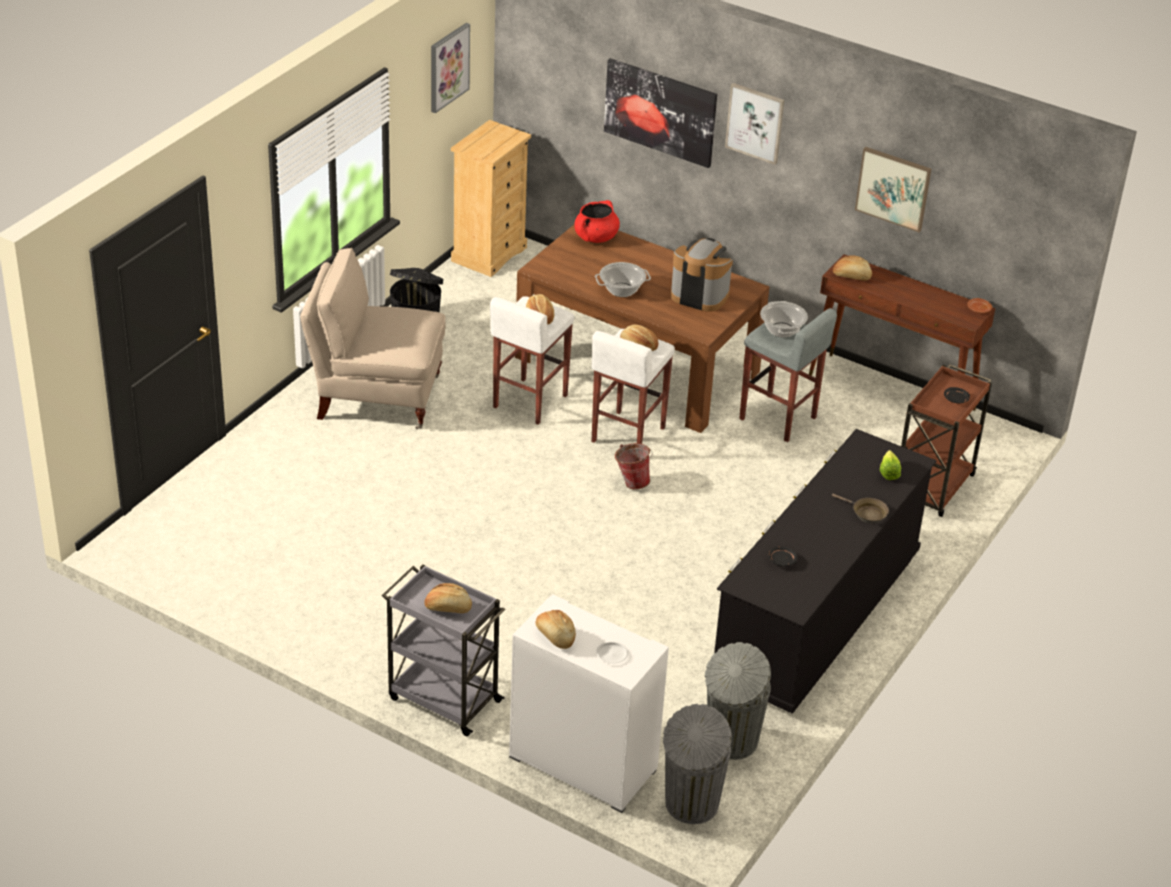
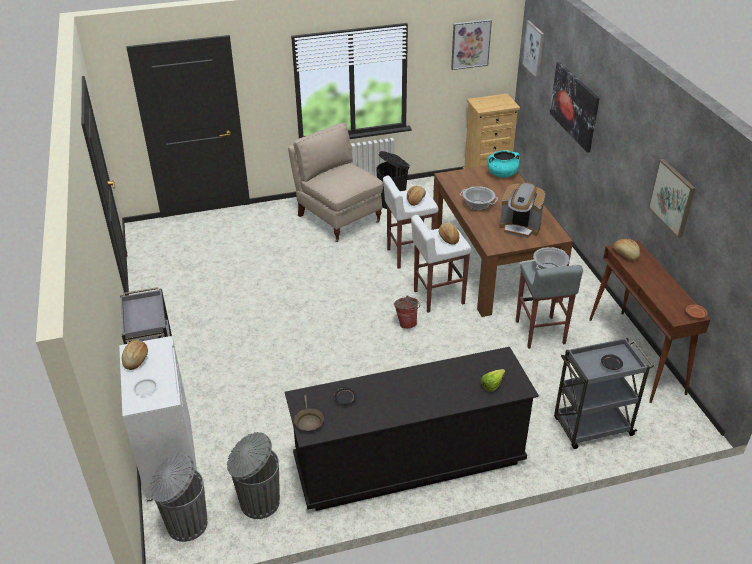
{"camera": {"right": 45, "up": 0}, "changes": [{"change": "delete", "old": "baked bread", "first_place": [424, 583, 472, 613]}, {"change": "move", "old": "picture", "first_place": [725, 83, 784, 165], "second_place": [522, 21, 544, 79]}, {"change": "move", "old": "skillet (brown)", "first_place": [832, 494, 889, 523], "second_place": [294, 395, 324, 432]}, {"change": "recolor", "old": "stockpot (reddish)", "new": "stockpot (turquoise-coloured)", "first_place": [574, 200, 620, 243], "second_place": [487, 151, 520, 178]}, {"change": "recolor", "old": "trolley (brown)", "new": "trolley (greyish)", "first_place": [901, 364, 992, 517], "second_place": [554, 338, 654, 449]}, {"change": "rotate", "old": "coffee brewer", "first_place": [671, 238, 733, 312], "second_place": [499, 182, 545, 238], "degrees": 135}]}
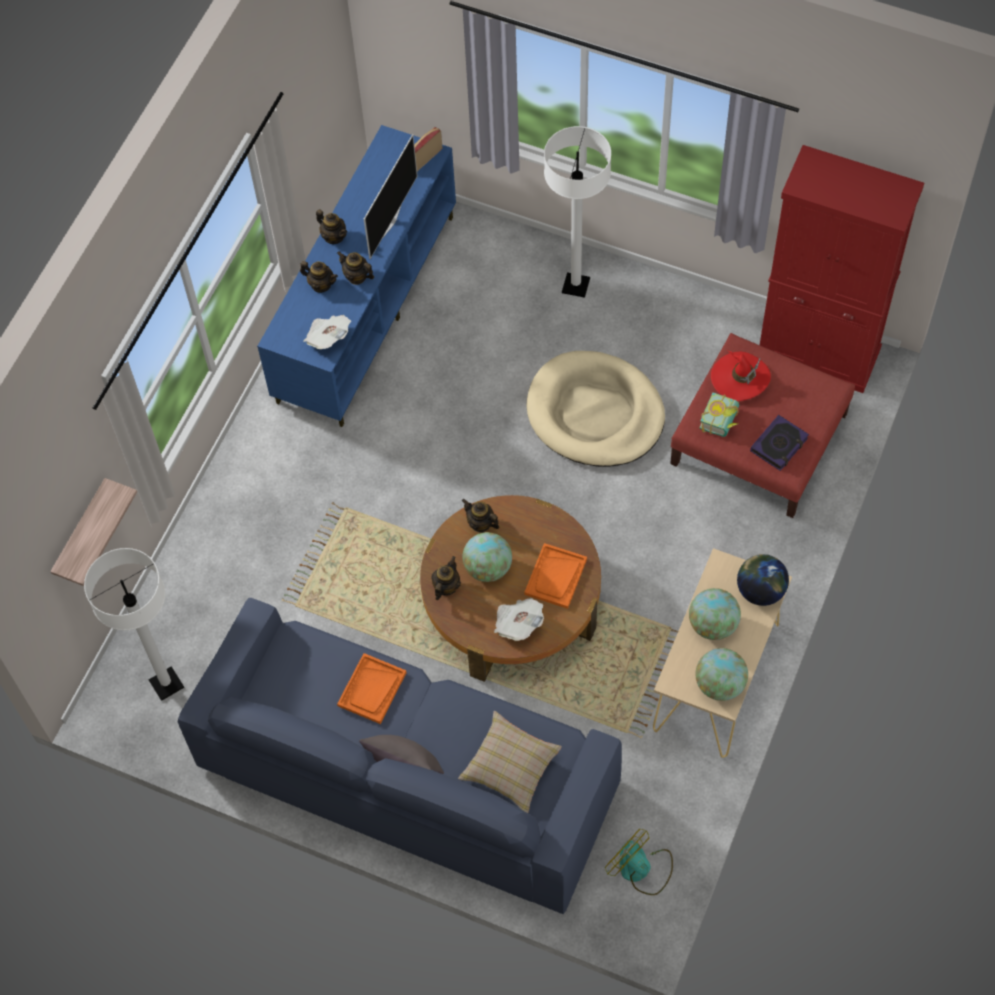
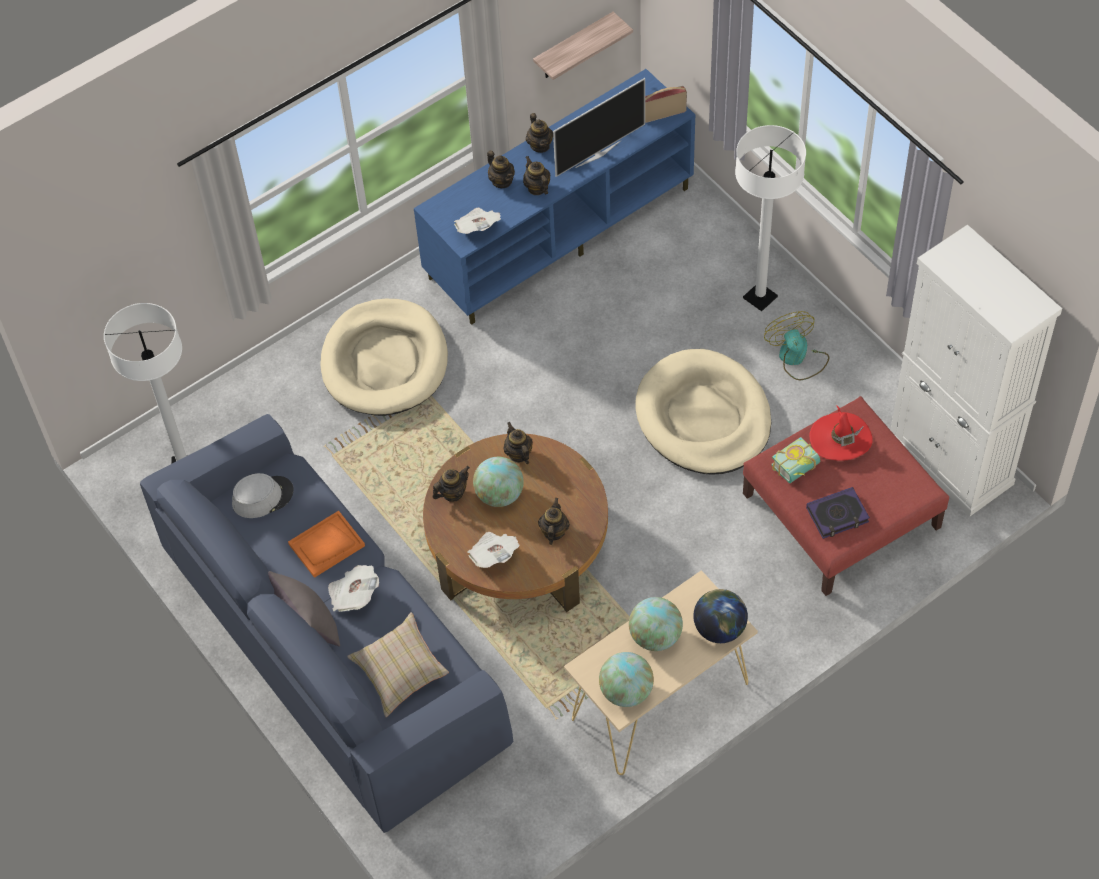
{"camera": {"right": 30, "up": -5}, "changes": [{"change": "insert", "new": "wearable hat (greyish)", "second_place": [232, 473, 294, 518]}, {"change": "insert", "new": "dog cushion (beige-coloured)", "second_place": [320, 299, 448, 416]}, {"change": "insert", "new": "daily paper", "second_place": [328, 565, 379, 612]}, {"change": "move", "old": "shelf", "first_place": [50, 478, 137, 586], "second_place": [533, 12, 633, 80]}, {"change": "move", "old": "fan", "first_place": [605, 829, 673, 895], "second_place": [764, 311, 829, 380]}, {"change": "replace", "old": "tray (orange-coloured)", "new": "pot for tea", "first_place": [524, 543, 587, 609], "second_place": [538, 498, 570, 545]}, {"change": "recolor", "old": "cabinet (reddish)", "new": "cabinet (white)", "first_place": [760, 145, 924, 393], "second_place": [890, 224, 1062, 516]}]}
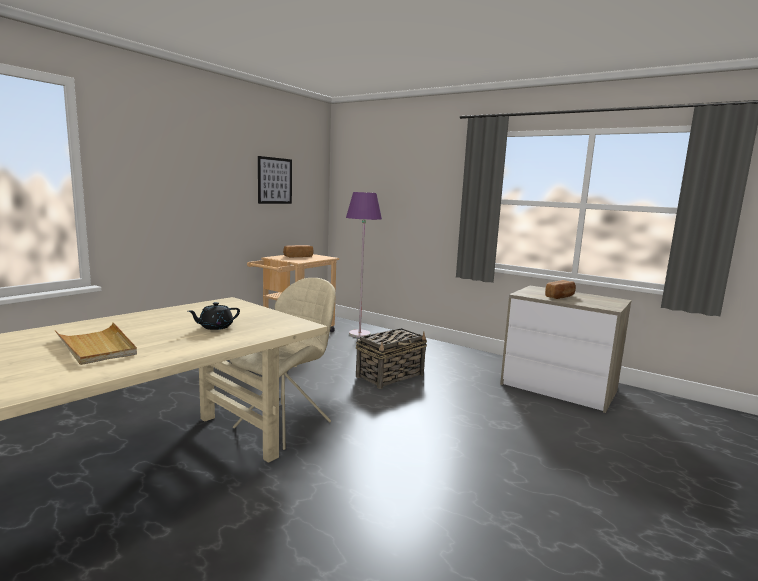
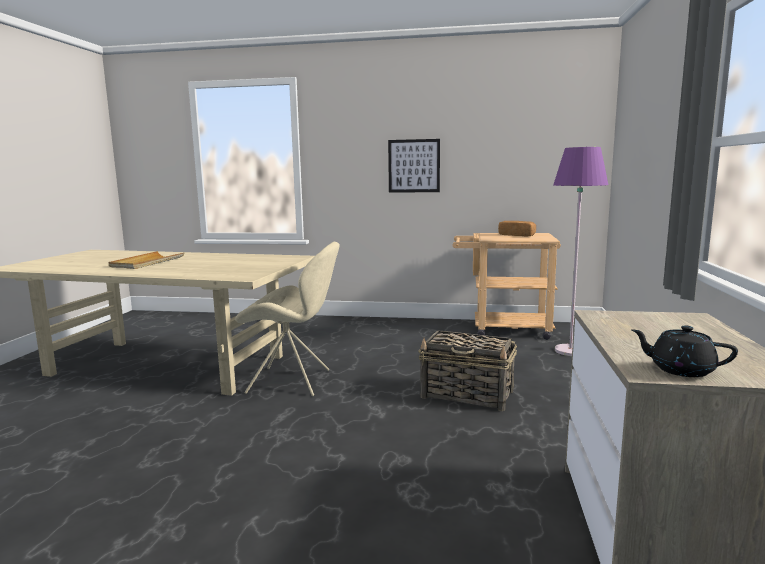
{"camera": {"right": 65, "up": 0}, "changes": [{"change": "delete", "old": "baked bread", "first_place": [545, 280, 576, 299]}, {"change": "move", "old": "pot for tea (black)", "first_place": [188, 302, 240, 330], "second_place": [631, 326, 738, 377]}, {"change": "move", "old": "picture", "first_place": [258, 156, 292, 204], "second_place": [388, 139, 440, 193]}]}
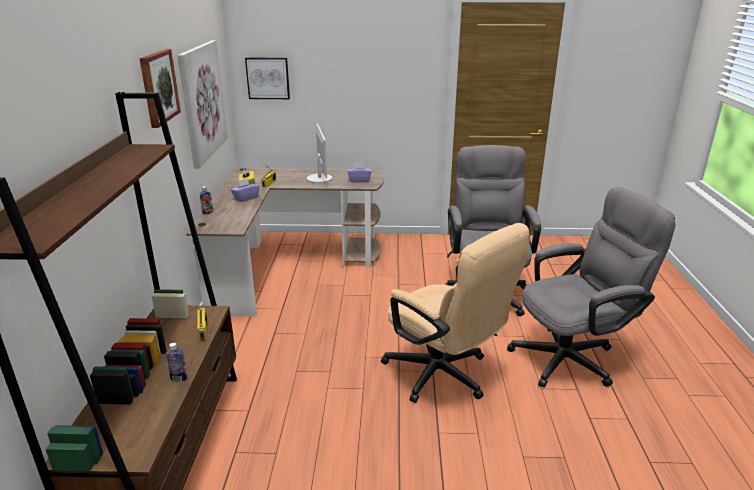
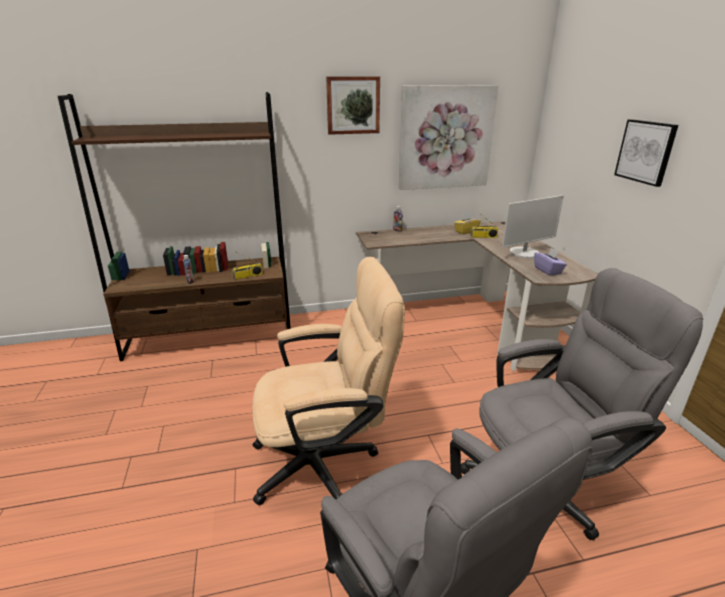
{"camera": {"right": 75, "up": 0}, "changes": [{"change": "delete", "old": "tissue box (purplish)", "first_place": [231, 178, 260, 202]}, {"change": "move", "old": "picture", "first_place": [245, 58, 290, 99], "second_place": [614, 119, 678, 187]}, {"change": "rotate", "old": "desk chair (beige-coloured)", "first_place": [381, 223, 530, 403], "second_place": [252, 257, 405, 506], "degrees": -135}]}
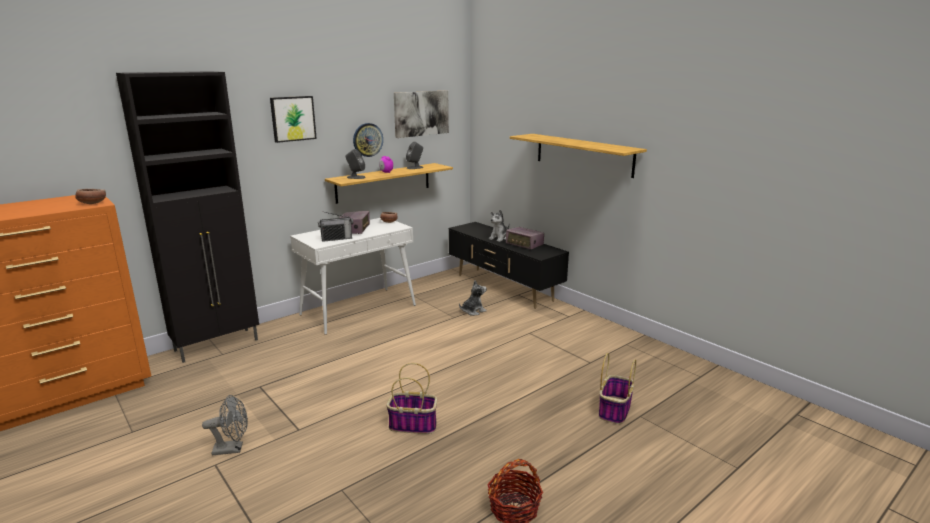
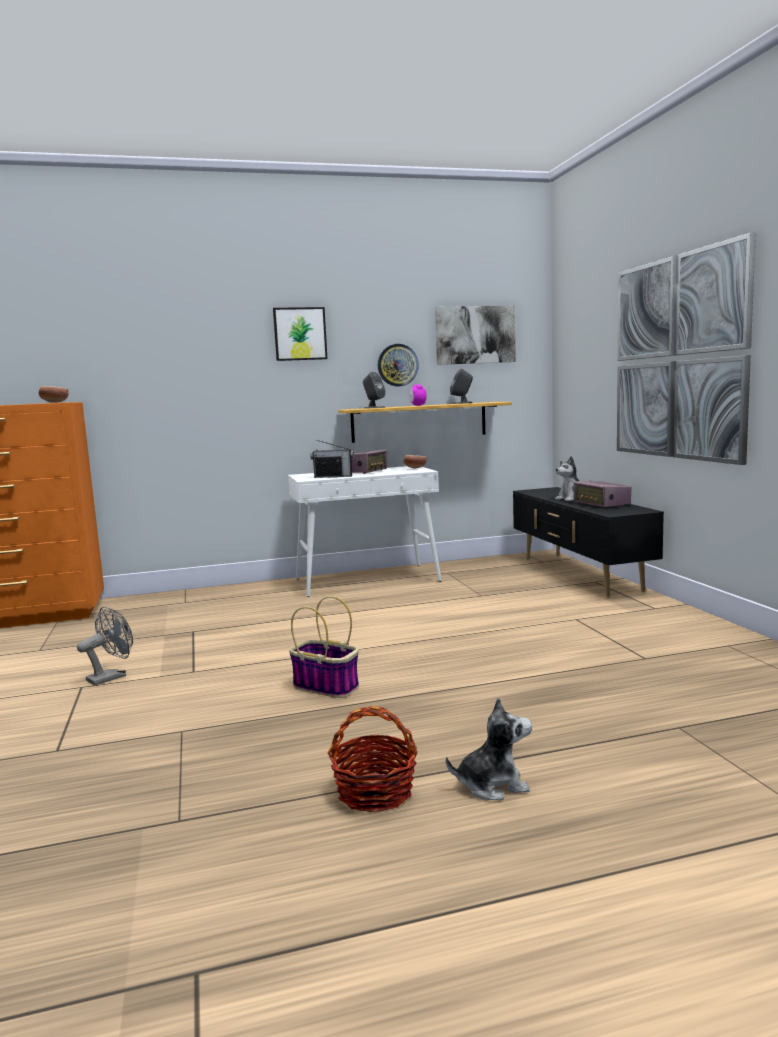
{"camera": {"right": 25, "up": -10}, "changes": [{"change": "delete", "old": "cabinet (black)", "first_place": [116, 71, 259, 363]}, {"change": "delete", "old": "basket", "first_place": [599, 353, 636, 424]}, {"change": "move", "old": "plush toy", "first_place": [459, 280, 487, 316], "second_place": [446, 697, 532, 800]}, {"change": "replace", "old": "shelf", "new": "picture", "first_place": [510, 134, 647, 178], "second_place": [617, 232, 756, 465]}, {"change": "rotate", "old": "fan (greyish)", "first_place": [202, 395, 248, 455], "second_place": [77, 607, 133, 686], "degrees": -60}]}
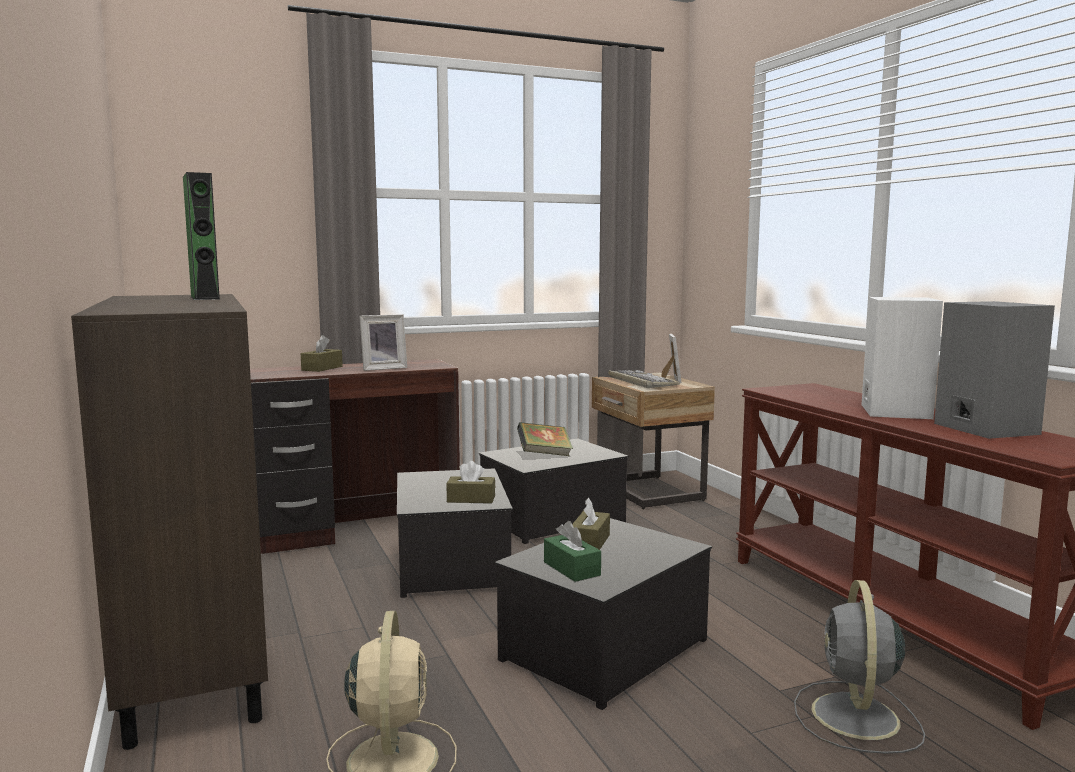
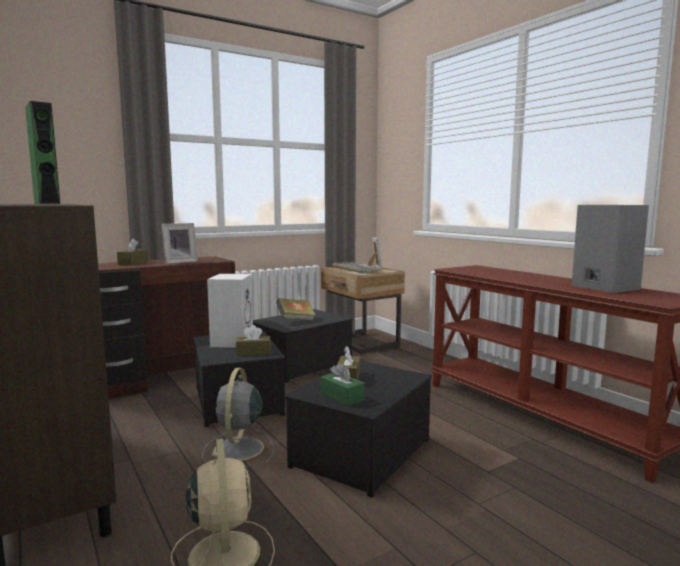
{"camera": {"right": -10, "up": 0}, "changes": [{"change": "move", "old": "fan (greyish)", "first_place": [794, 580, 925, 754], "second_place": [202, 368, 274, 467]}, {"change": "move", "old": "speaker (white)", "first_place": [861, 297, 943, 419], "second_place": [207, 274, 253, 348]}]}
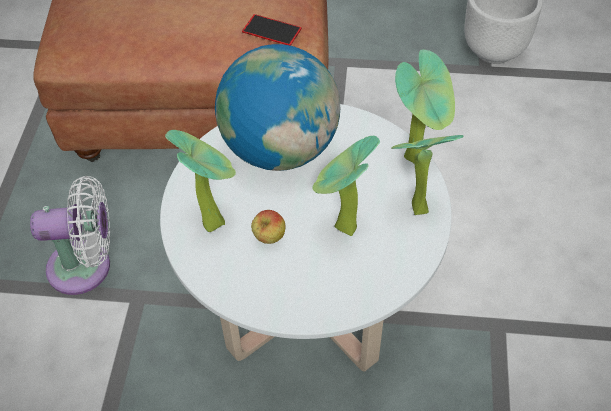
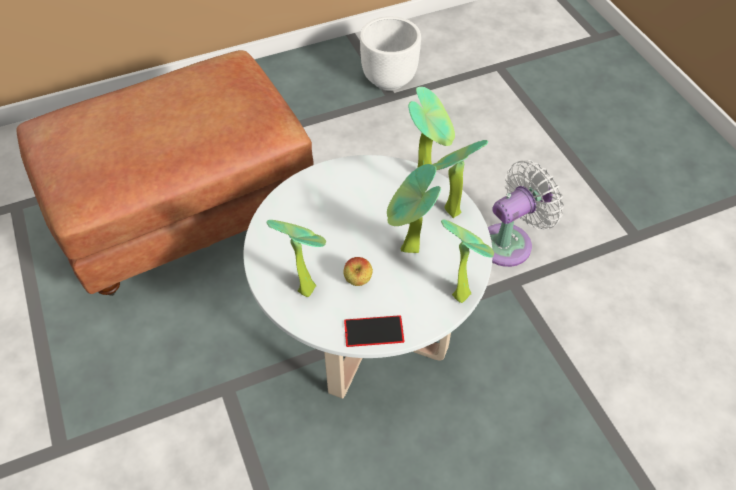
{"camera": {"right": -30, "up": 0}, "changes": [{"change": "delete", "old": "world globe", "first_place": [215, 44, 340, 171]}, {"change": "insert", "new": "houseplant", "second_place": [441, 220, 494, 303]}, {"change": "move", "old": "fan (white)", "first_place": [30, 176, 110, 295], "second_place": [488, 160, 564, 267]}, {"change": "move", "old": "phone", "first_place": [242, 14, 302, 46], "second_place": [344, 315, 404, 347]}]}
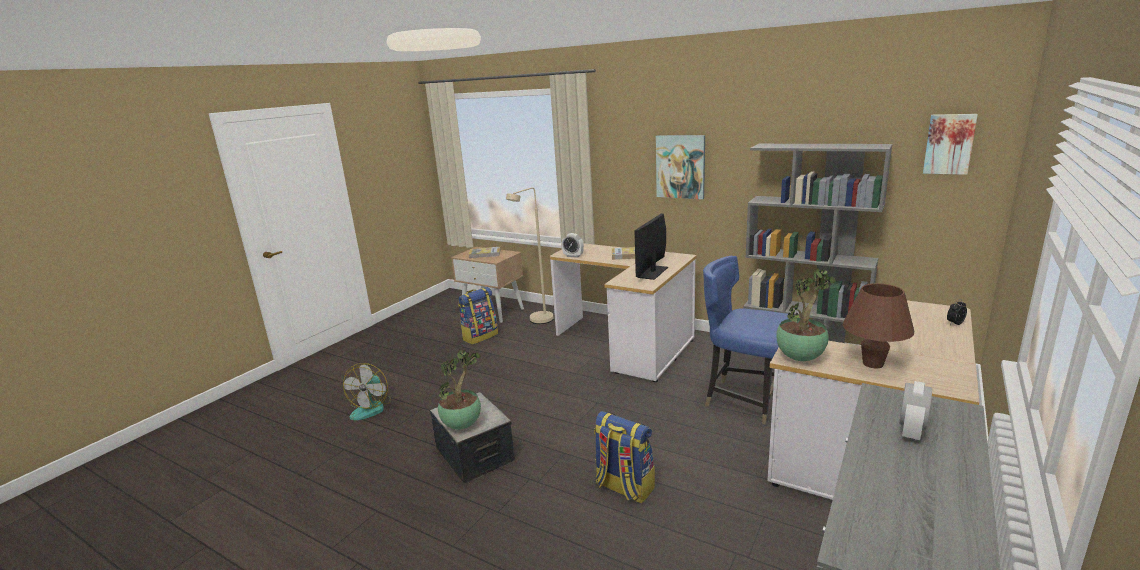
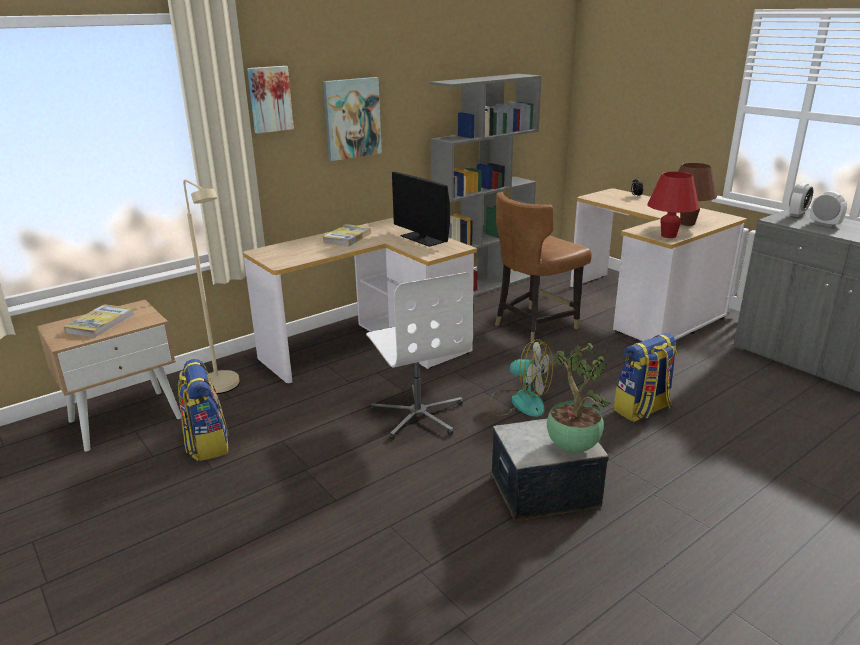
{"camera": {"right": -70, "up": 5}, "changes": [{"change": "insert", "new": "desk chair (white)", "second_place": [366, 272, 473, 439]}, {"change": "move", "old": "fan", "first_place": [343, 363, 391, 420], "second_place": [489, 339, 553, 417]}, {"change": "move", "old": "alarm clock", "first_place": [562, 233, 584, 258], "second_place": [789, 183, 813, 217]}, {"change": "move", "old": "picture", "first_place": [923, 114, 978, 175], "second_place": [247, 66, 294, 134]}, {"change": "replace", "old": "houseplant", "new": "lamp for a table (reddish)", "first_place": [776, 268, 837, 361], "second_place": [647, 171, 699, 238]}, {"change": "recolor", "old": "upright chair (bluish)", "new": "upright chair (brown)", "first_place": [703, 256, 789, 425], "second_place": [495, 192, 592, 342]}]}
